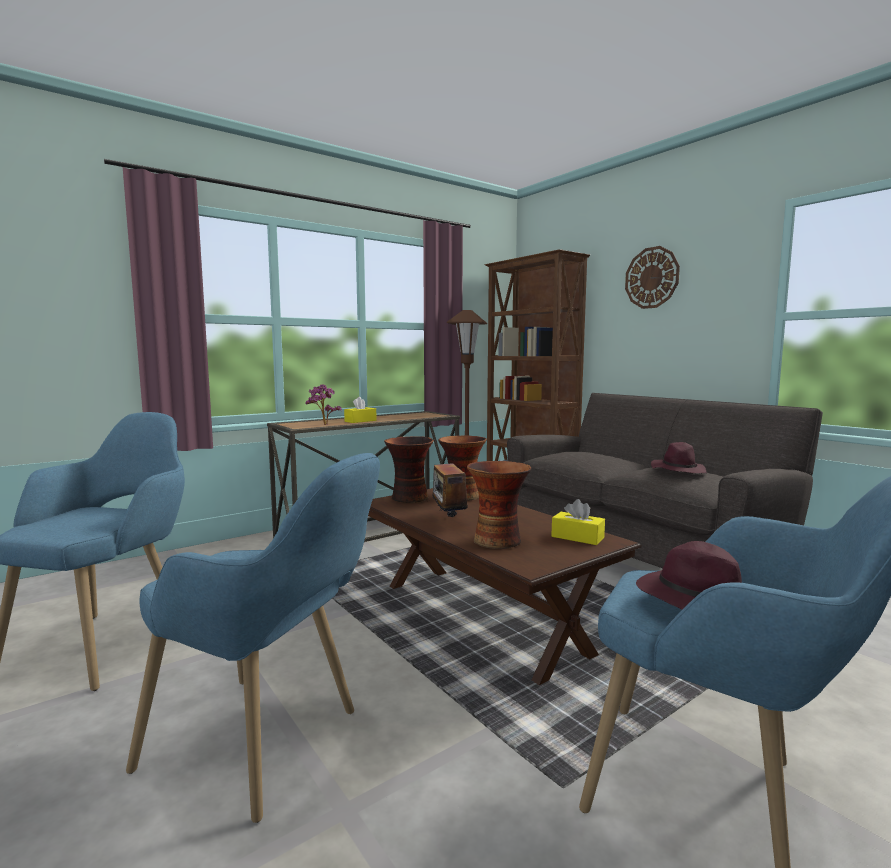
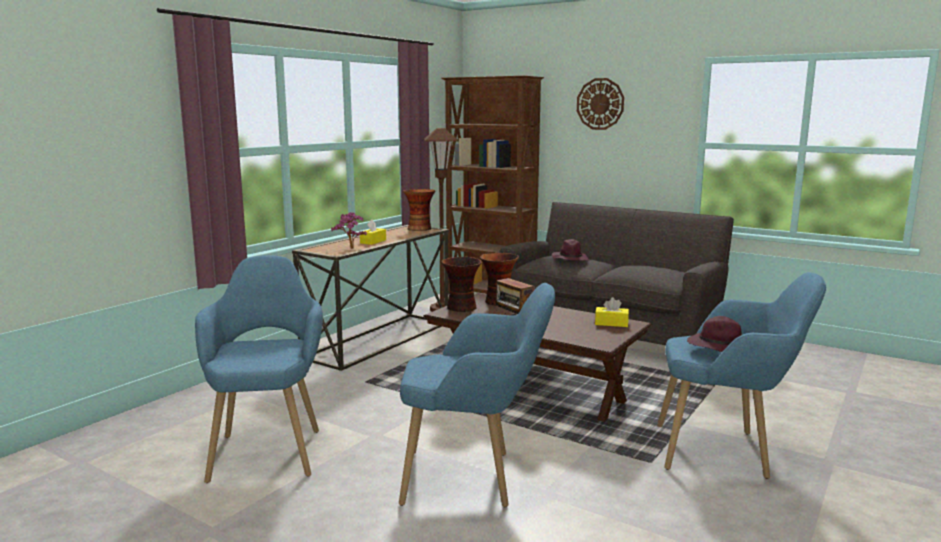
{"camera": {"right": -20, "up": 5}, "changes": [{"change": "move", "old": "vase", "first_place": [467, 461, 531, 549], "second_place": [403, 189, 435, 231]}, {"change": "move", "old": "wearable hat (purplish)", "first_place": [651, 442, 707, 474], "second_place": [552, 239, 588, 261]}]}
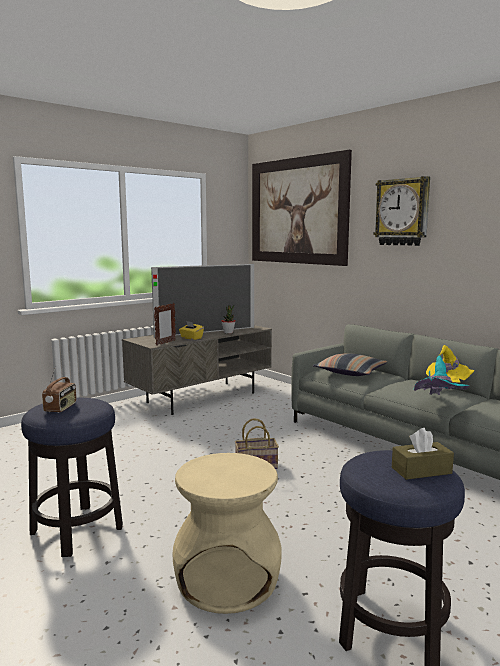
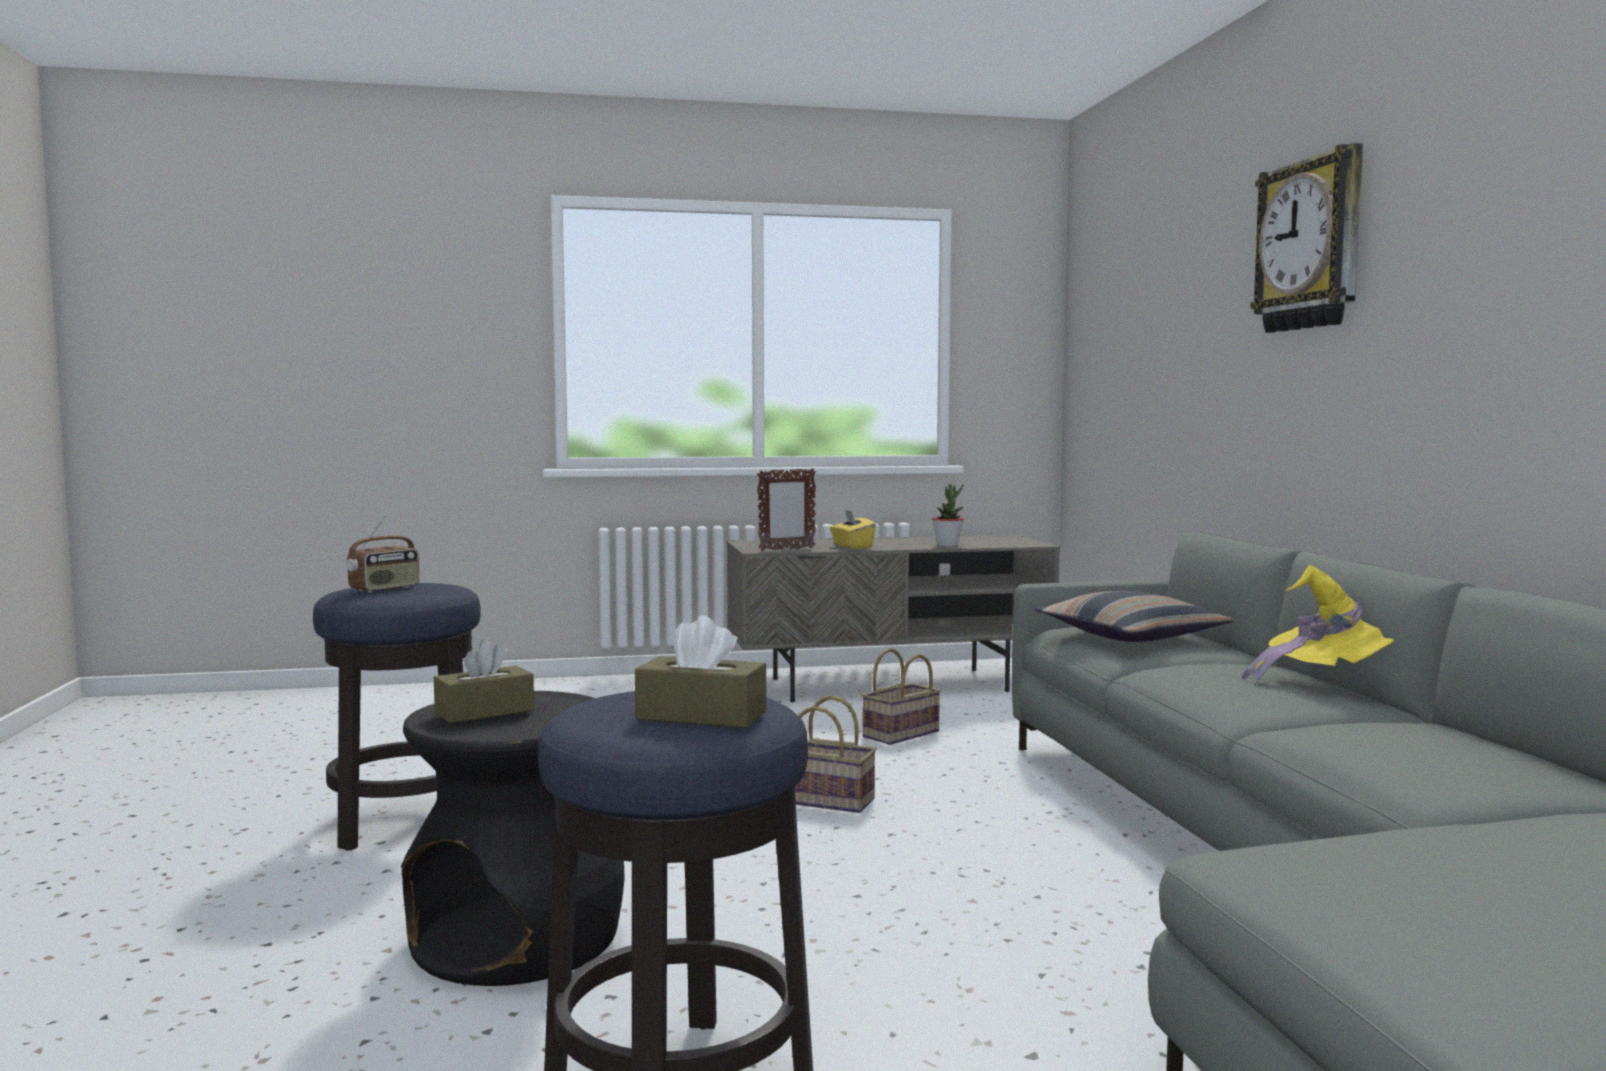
{"camera": {"right": 30, "up": -5}, "changes": [{"change": "delete", "old": "television", "first_place": [151, 264, 254, 338]}, {"change": "delete", "old": "picture", "first_place": [252, 150, 352, 266]}, {"change": "delete", "old": "wearable hat (turquoise-coloured)", "first_place": [414, 355, 470, 395]}, {"change": "insert", "new": "tissue box (brown)", "second_place": [434, 639, 534, 723]}, {"change": "insert", "new": "basket", "second_place": [861, 648, 941, 745]}, {"change": "recolor", "old": "sitting stool (beige-coloured)", "new": "sitting stool (black)", "first_place": [173, 453, 282, 614], "second_place": [401, 691, 625, 986]}]}
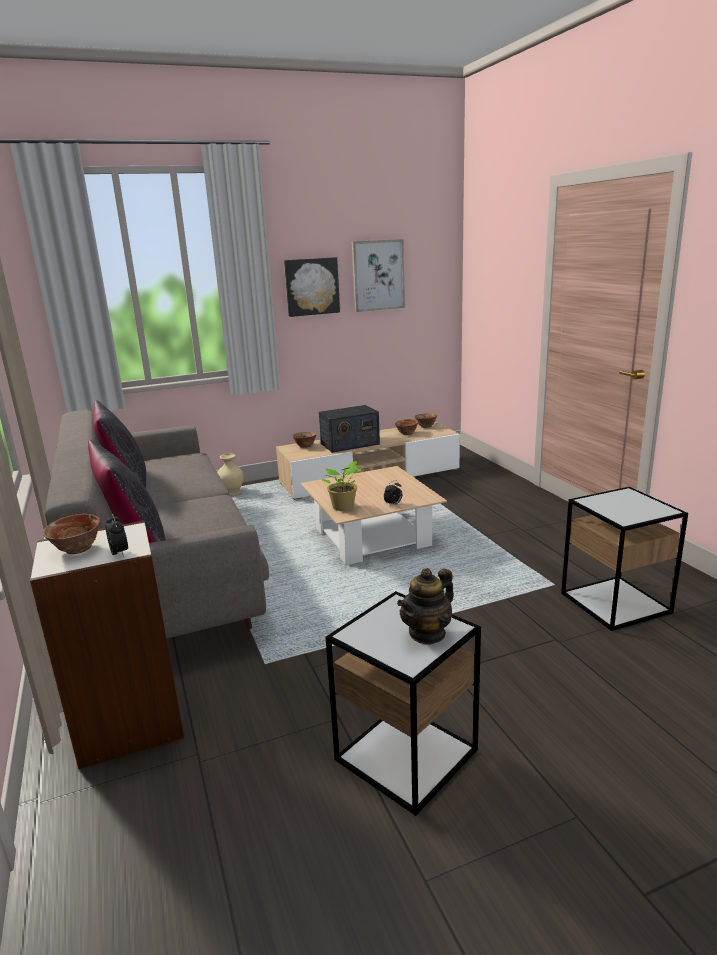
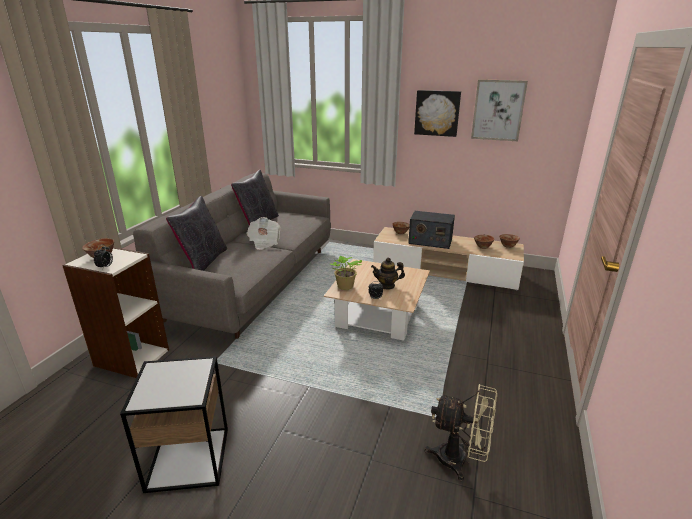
{"camera": {"right": 40, "up": 5}, "changes": [{"change": "delete", "old": "vase (beige-coloured)", "first_place": [217, 453, 244, 496]}, {"change": "insert", "new": "daily paper", "second_place": [247, 217, 281, 250]}, {"change": "move", "old": "pot for tea", "first_place": [397, 568, 454, 645], "second_place": [371, 258, 405, 290]}, {"change": "replace", "old": "accent table", "new": "fan (beige-coloured)", "first_place": [561, 487, 688, 631], "second_place": [424, 384, 497, 481]}]}
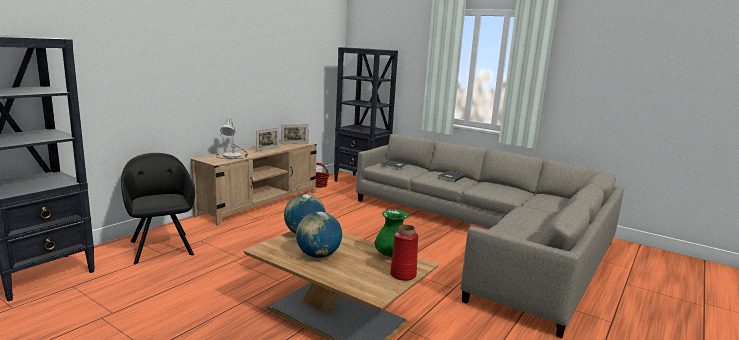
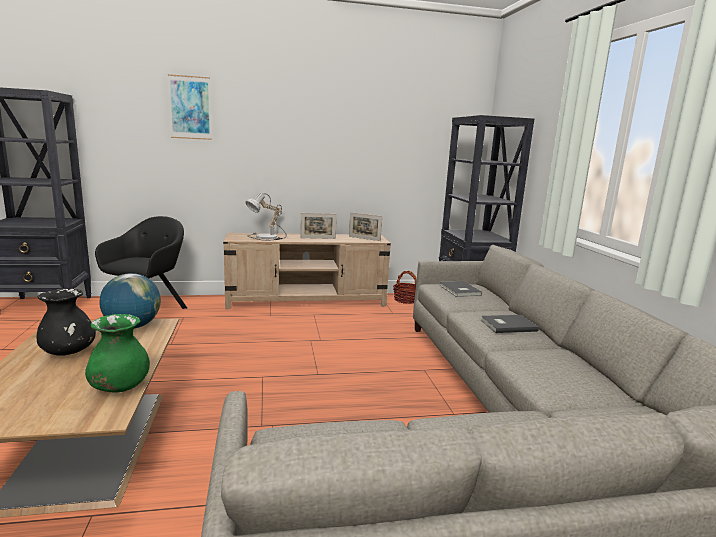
{"camera": {"right": 45, "up": 0}, "changes": [{"change": "delete", "old": "vase (reddish)", "first_place": [390, 225, 419, 281]}, {"change": "insert", "new": "picture", "second_place": [168, 74, 212, 140]}, {"change": "replace", "old": "world globe", "new": "vase (black)", "first_place": [296, 212, 342, 258], "second_place": [36, 289, 96, 356]}]}
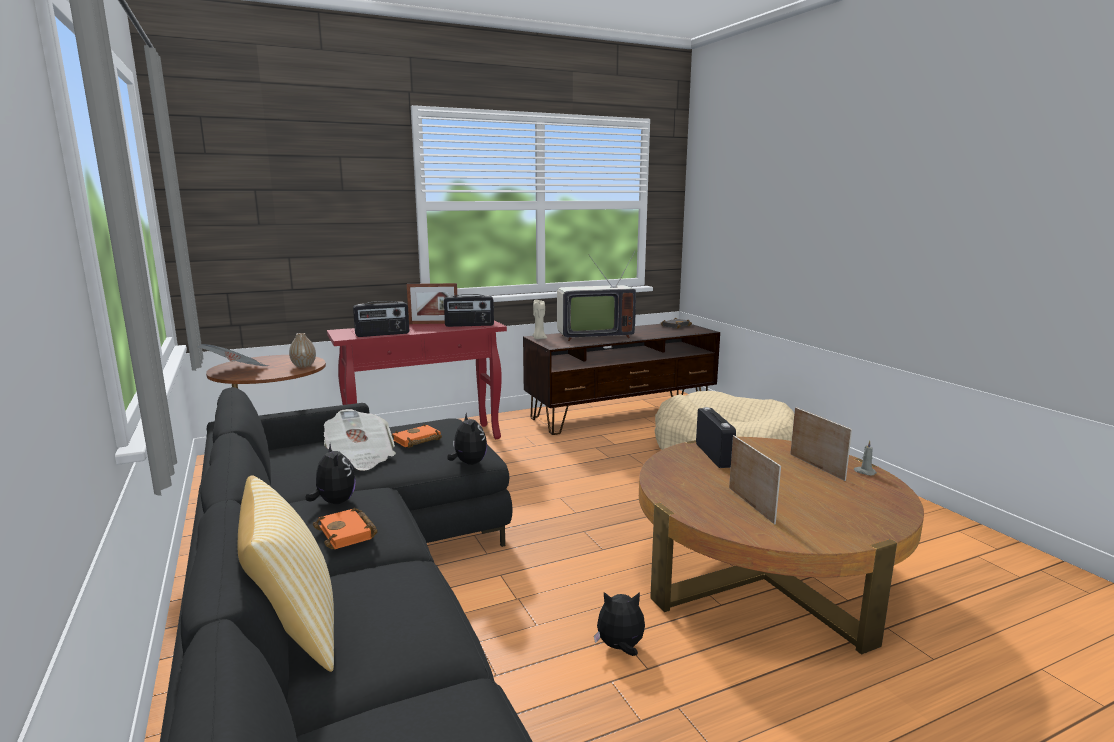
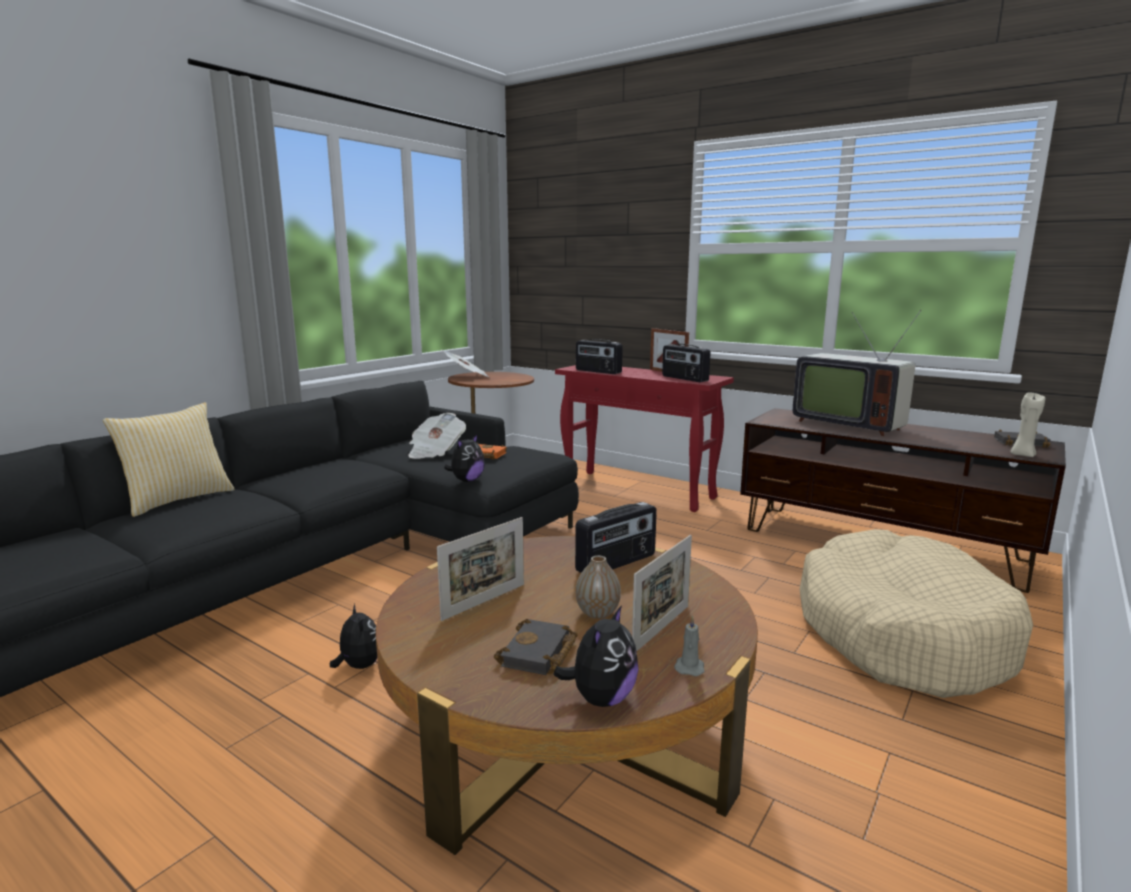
{"camera": {"right": 60, "up": 0}, "changes": [{"change": "delete", "old": "volume (orange-coloured)", "first_place": [313, 508, 378, 549]}, {"change": "insert", "new": "volume (black)", "second_place": [494, 619, 577, 675]}, {"change": "move", "old": "vase", "first_place": [289, 333, 316, 368], "second_place": [576, 555, 621, 619]}, {"change": "move", "old": "plush toy", "first_place": [306, 443, 356, 504], "second_place": [554, 605, 639, 707]}, {"change": "move", "old": "wax light (beige-coloured)", "first_place": [532, 300, 547, 339], "second_place": [1010, 392, 1045, 457]}]}
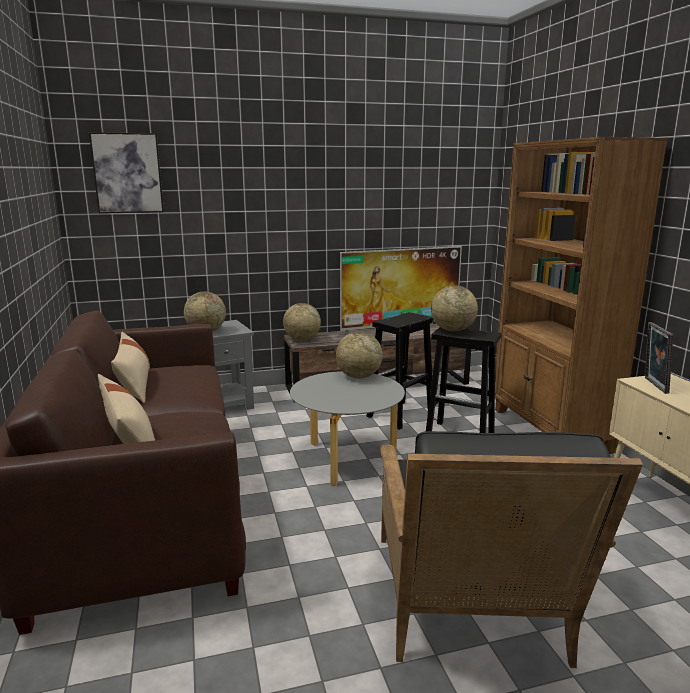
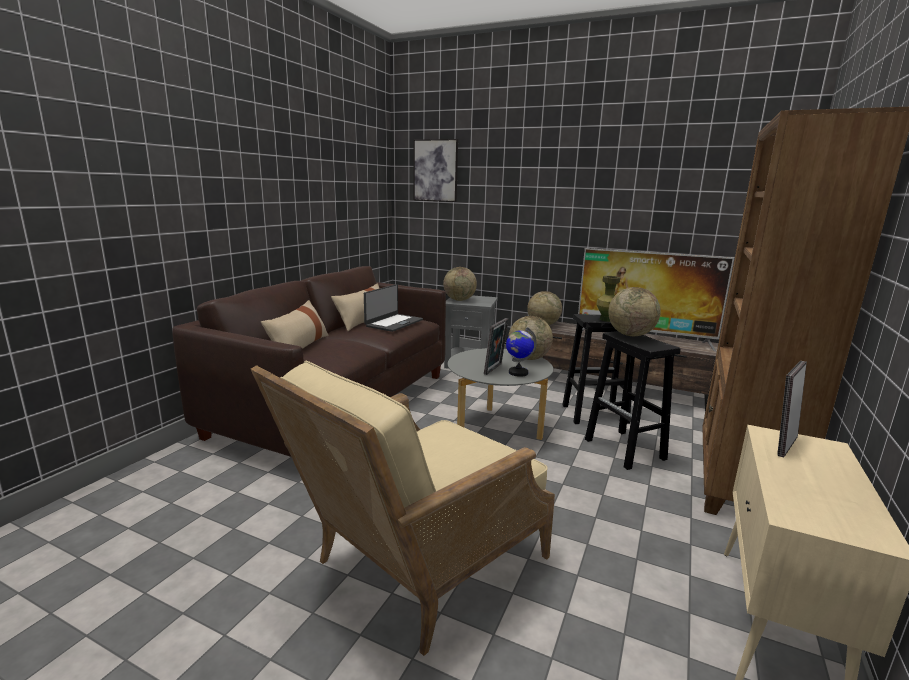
{"camera": {"right": 40, "up": 0}, "changes": [{"change": "insert", "new": "portable computer", "second_place": [364, 284, 423, 332]}, {"change": "insert", "new": "standing frame", "second_place": [484, 318, 509, 375]}, {"change": "insert", "new": "world globe", "second_place": [506, 327, 537, 377]}, {"change": "insert", "new": "vase (greenish)", "second_place": [596, 276, 620, 322]}, {"change": "recolor", "old": "armchair (black)", "new": "armchair (beige-coloured)", "first_place": [380, 431, 643, 668], "second_place": [251, 361, 555, 656]}]}
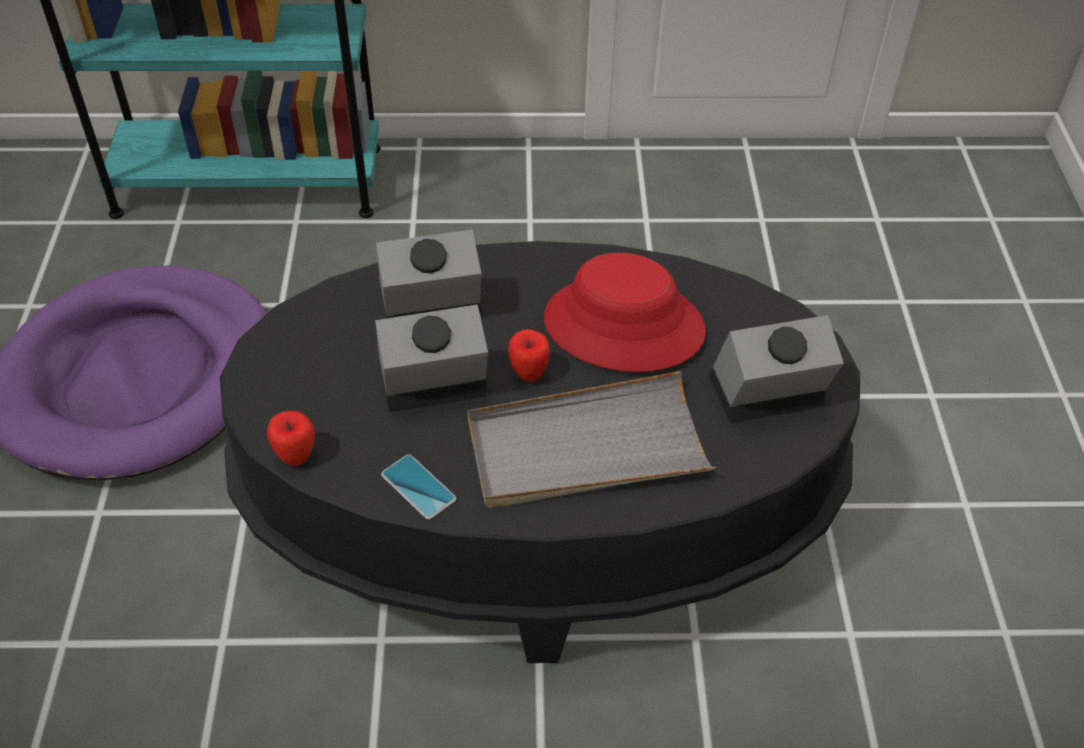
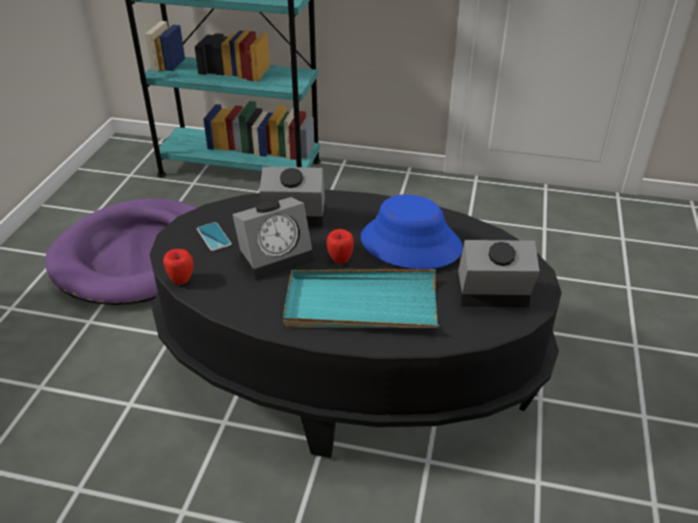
{"camera": {"right": 15, "up": -10}, "changes": [{"change": "move", "old": "phone", "first_place": [381, 454, 456, 519], "second_place": [197, 222, 232, 251]}, {"change": "recolor", "old": "tray (greyish)", "new": "tray (turquoise-coloured)", "first_place": [467, 371, 716, 508], "second_place": [283, 269, 440, 328]}, {"change": "recolor", "old": "wearable hat (reddish)", "new": "wearable hat (bluish)", "first_place": [544, 253, 706, 372], "second_place": [361, 194, 463, 269]}, {"change": "rotate", "old": "alarm clock", "first_place": [375, 304, 488, 413], "second_place": [232, 197, 314, 281], "degrees": 150}]}
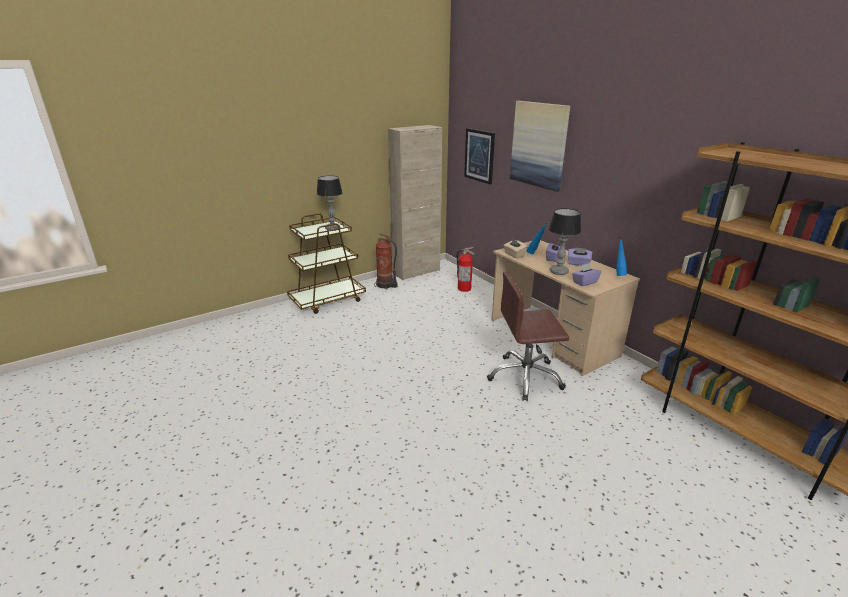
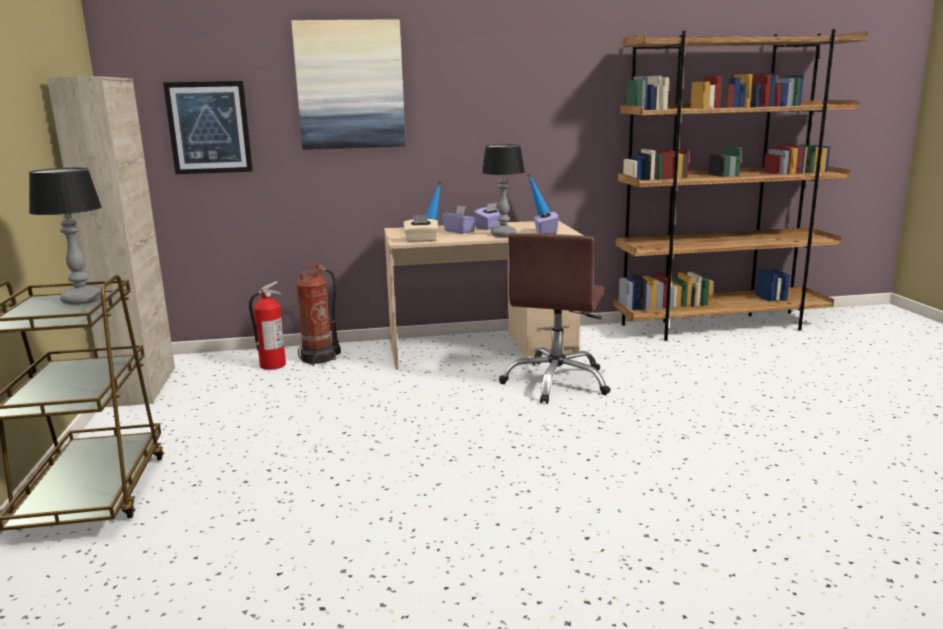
{"camera": {"right": -65, "up": -10}, "changes": [{"change": "move", "old": "extinguisher", "first_place": [374, 233, 398, 289], "second_place": [296, 262, 341, 366]}]}
